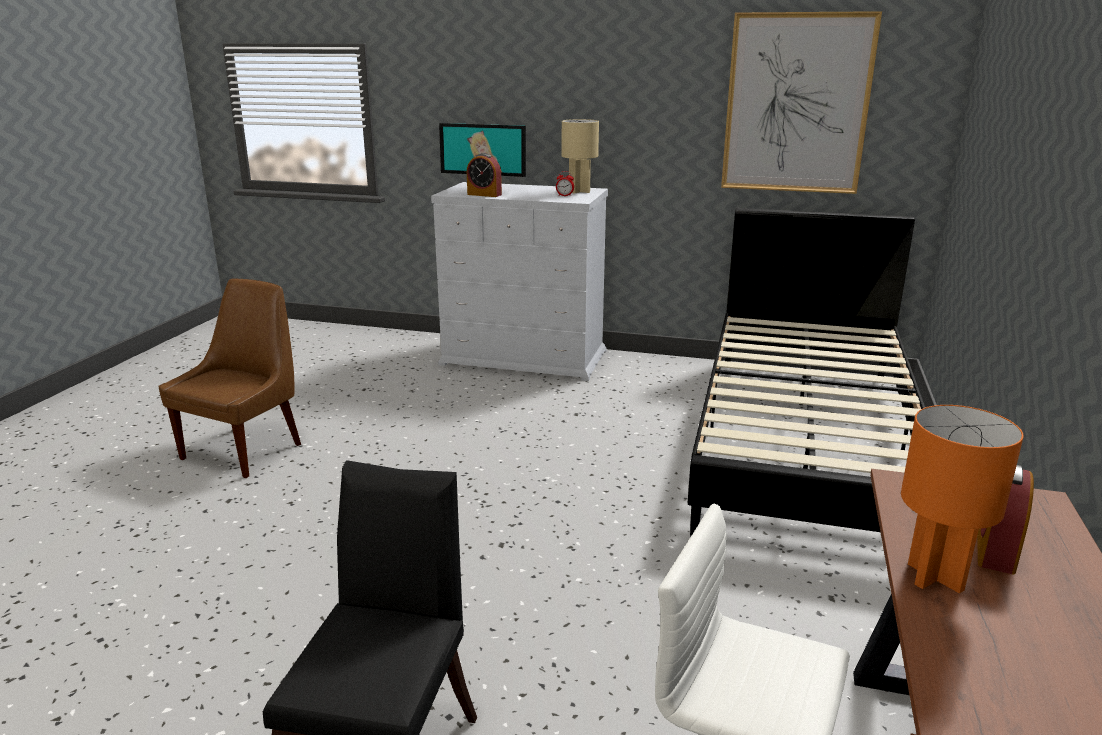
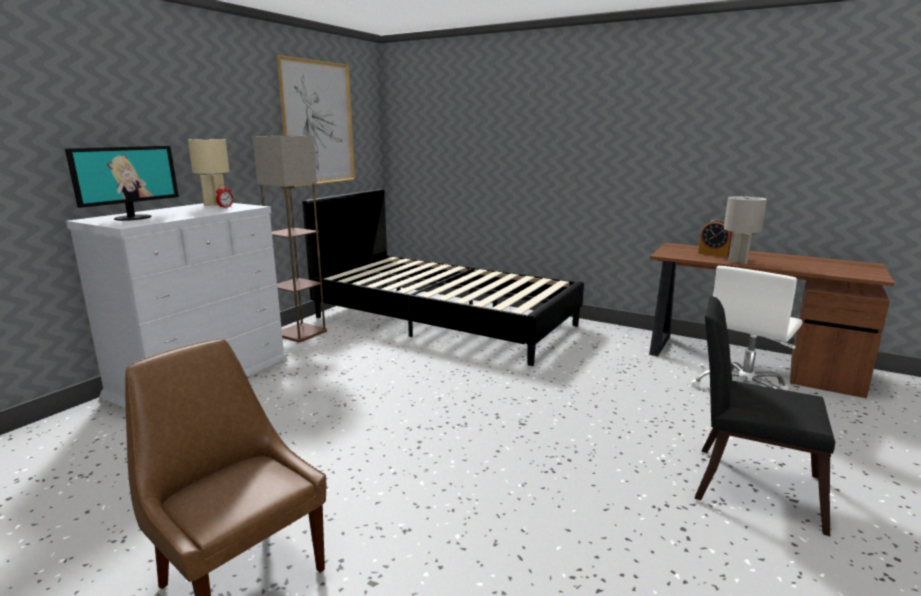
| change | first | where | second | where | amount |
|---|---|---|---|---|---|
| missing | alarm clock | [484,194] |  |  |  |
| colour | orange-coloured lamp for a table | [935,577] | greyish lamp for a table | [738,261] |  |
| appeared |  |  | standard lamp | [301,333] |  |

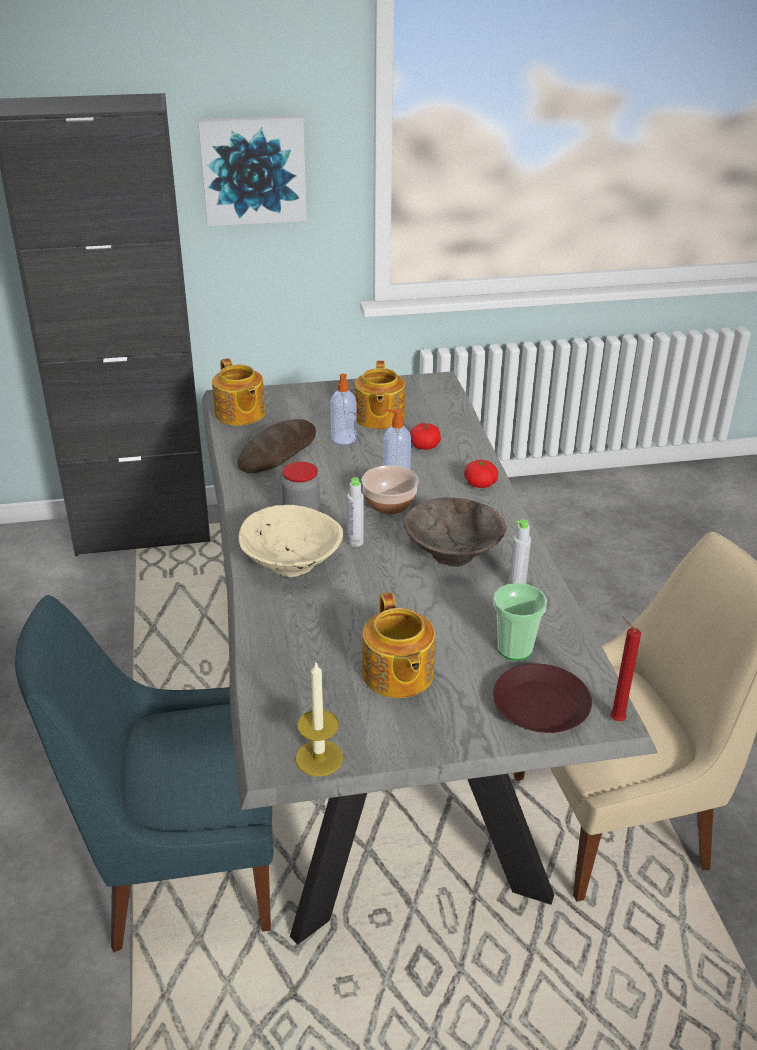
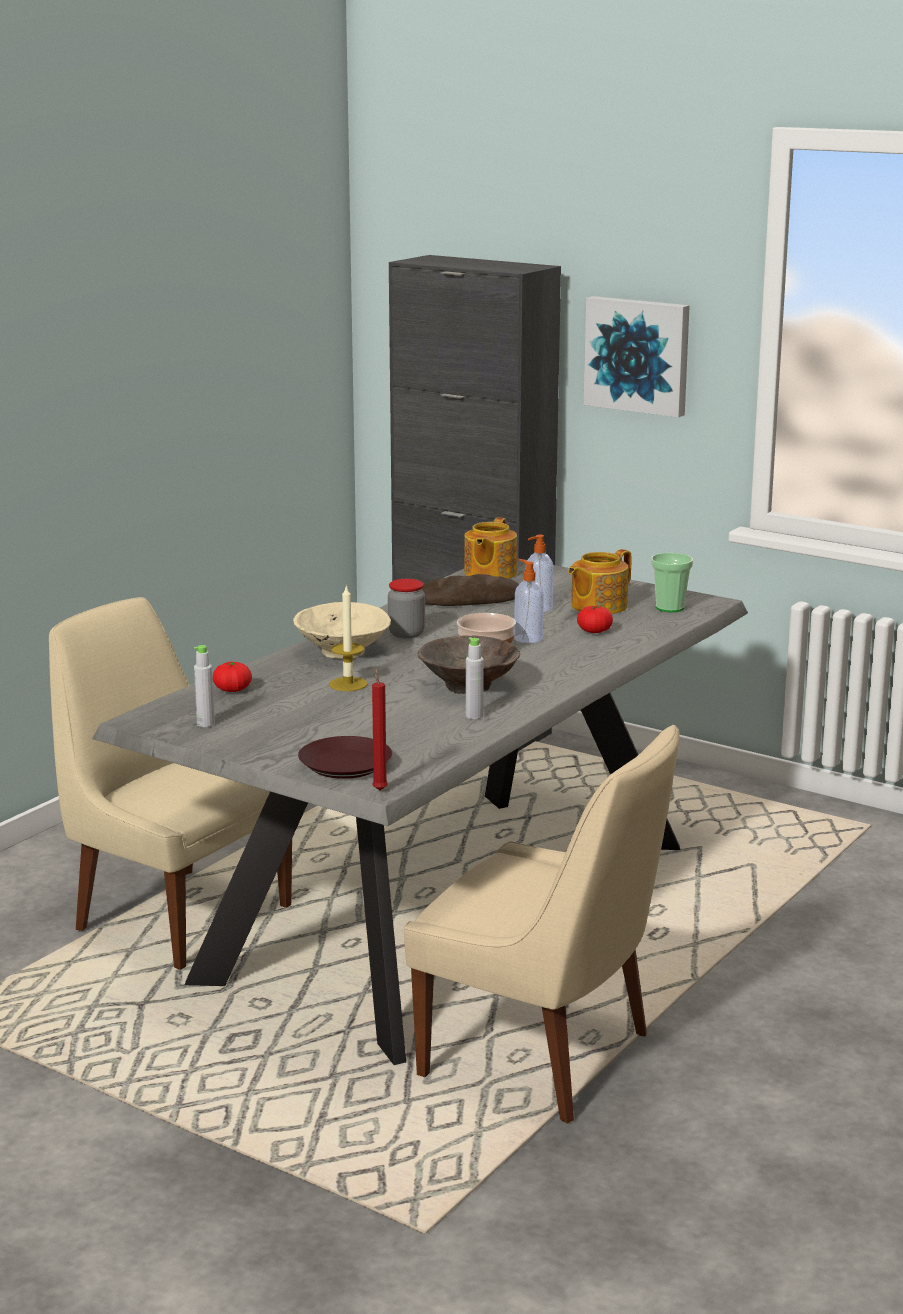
| change | first | where | second | where | amount |
|---|---|---|---|---|---|
| colour | bluish upright chair | [181,870] | sand-coloured upright chair | [177,916] |  |
| relocated | candle | [319,758] |  | [348,684] |  |
| relocated | greyish beverage bottle | [355,542] |  | [205,724] |  |
| missing | pot for tea | [397,675] |  |  |  |
| relocated | whole tomato | [480,484] |  | [232,690] |  |
| relocated | drinking cup | [514,649] |  | [669,608] |  |

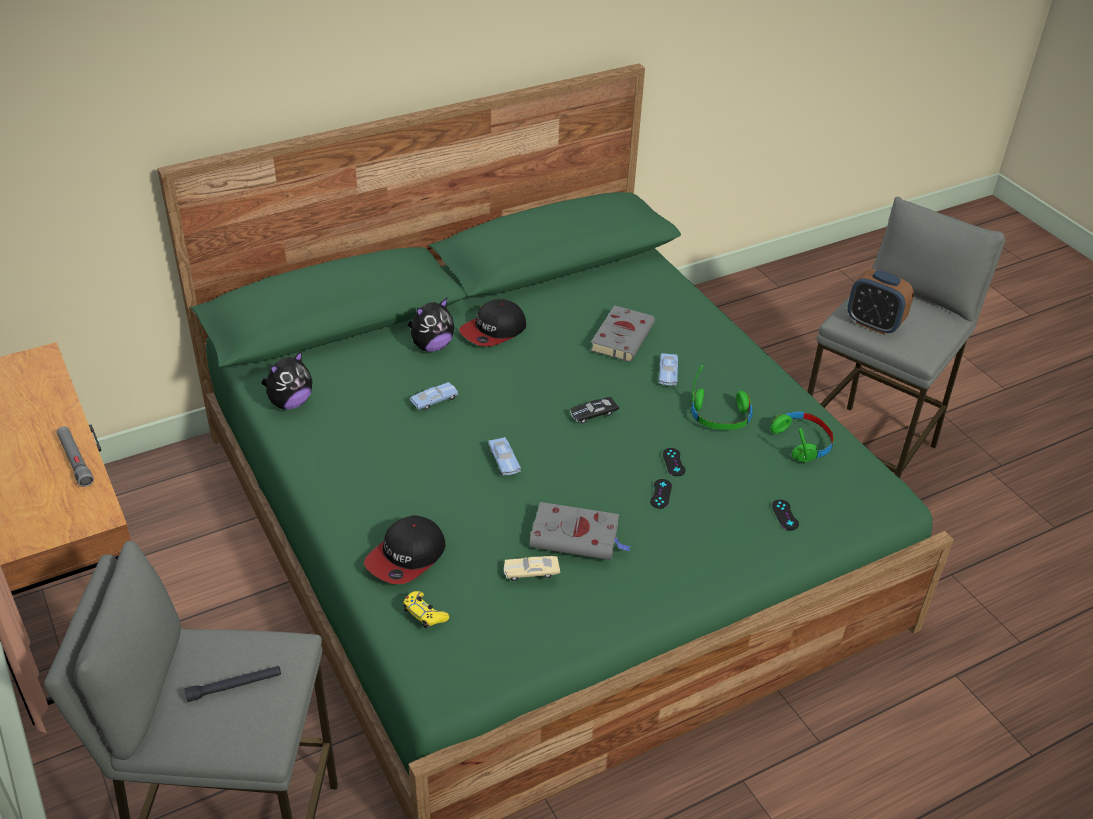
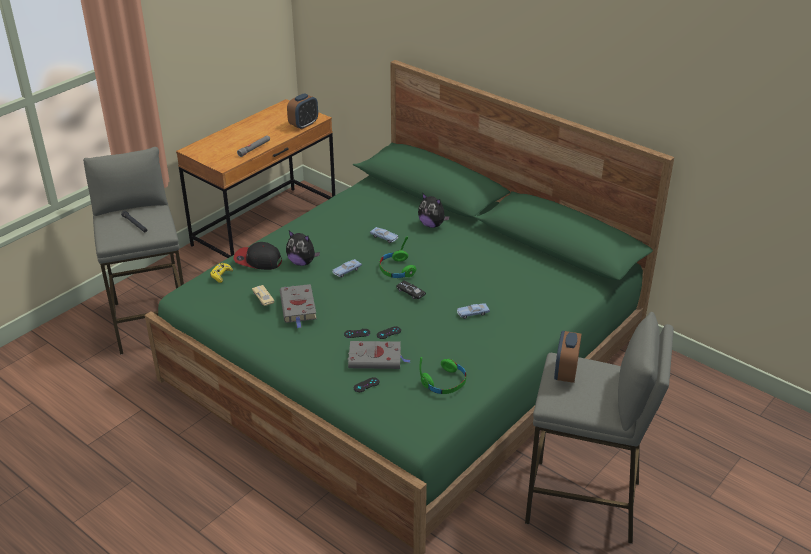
| change | first | where | second | where | amount |
|---|---|---|---|---|---|
| relocated | soft toy | [290,402] |  | [302,262] |  |
| missing | baseball cap | [493,331] |  |  |  |
| relocated | greyish bound book | [622,336] |  | [376,358] |  |
| relocated | green headset | [720,416] |  | [396,270] |  |
| appeared |  |  | alarm clock | [303,125] |  |

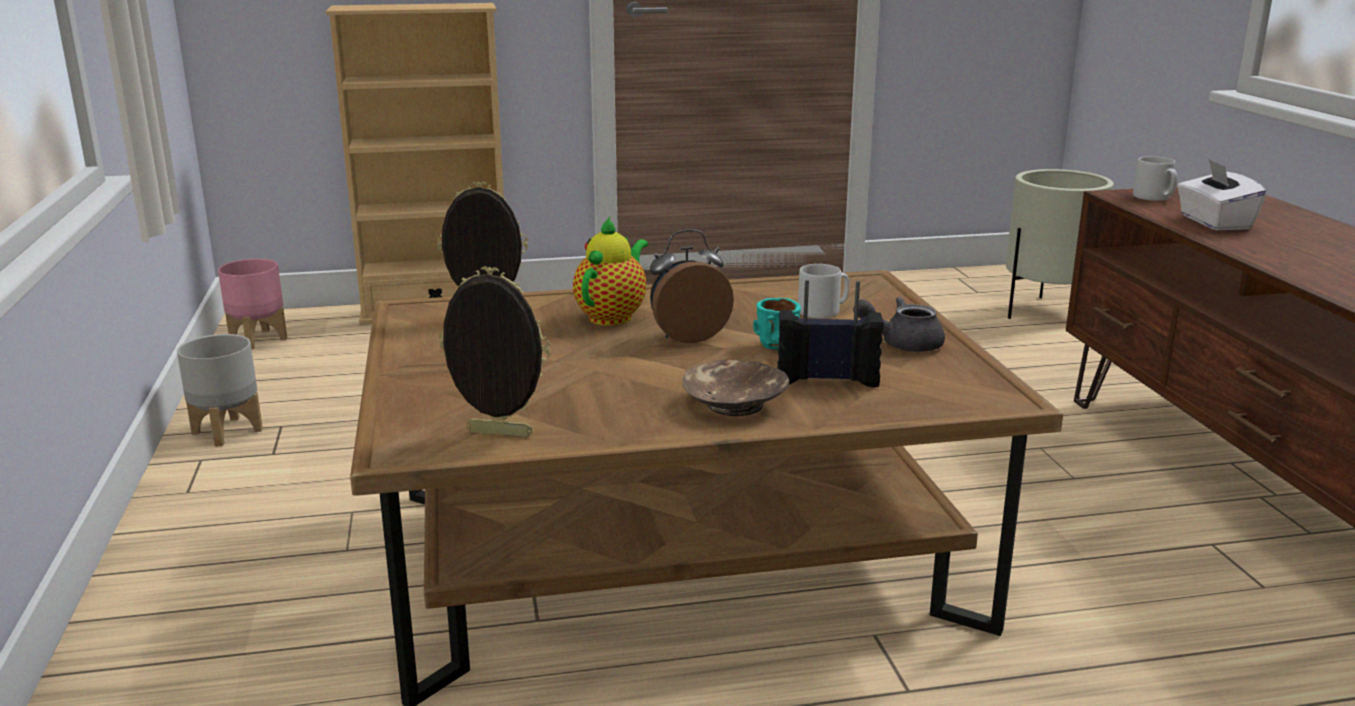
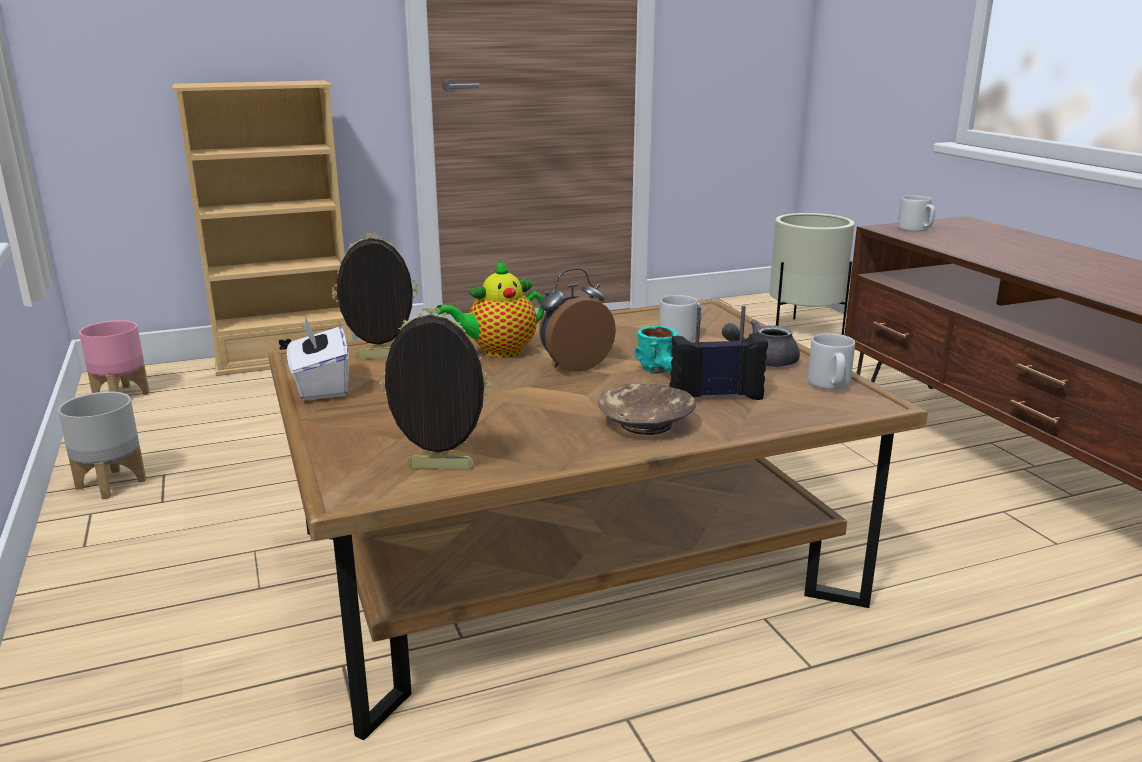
| change | first | where | second | where | amount |
|---|---|---|---|---|---|
| spun | pot for tea | [613,316] |  | [498,351] | 135 degrees counterclockwise |
| relocated | white-coloured box of tissues | [1214,222] |  | [321,386] |  |
| appeared |  |  | greyish mug | [830,384] |  |

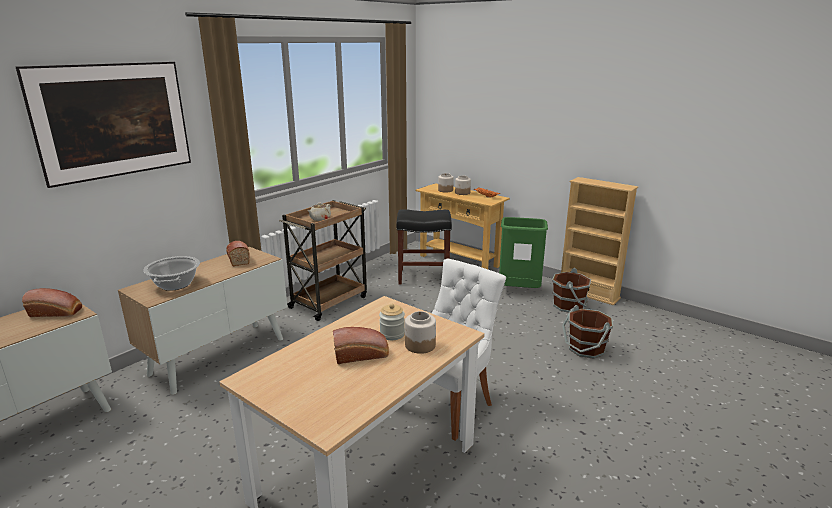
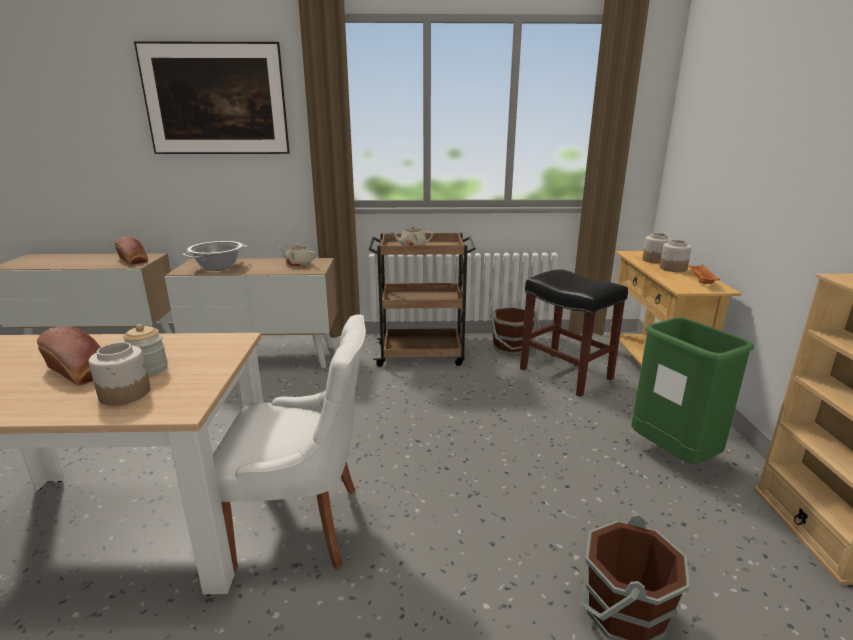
| change | first | where | second | where | amount |
|---|---|---|---|---|---|
| exchanged | bread | [238,259] | sand-coloured pot for tea | [298,264] |  |
| relocated | brown bucket | [569,306] |  | [511,347] |  |

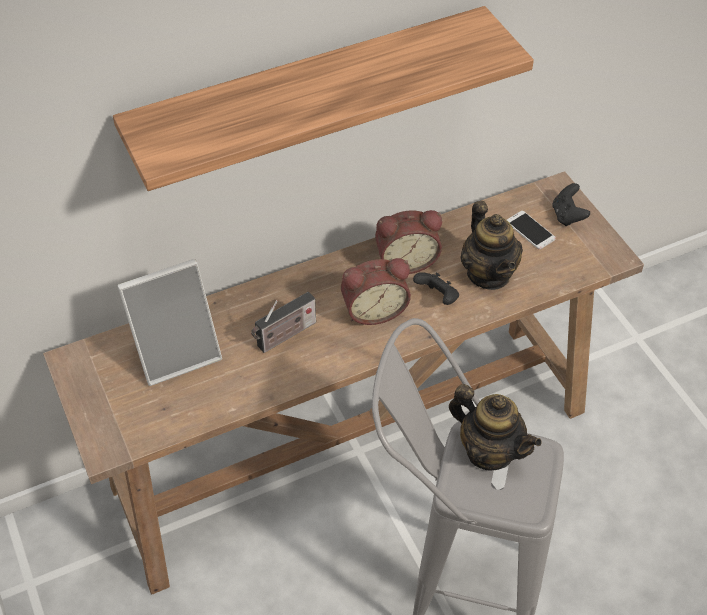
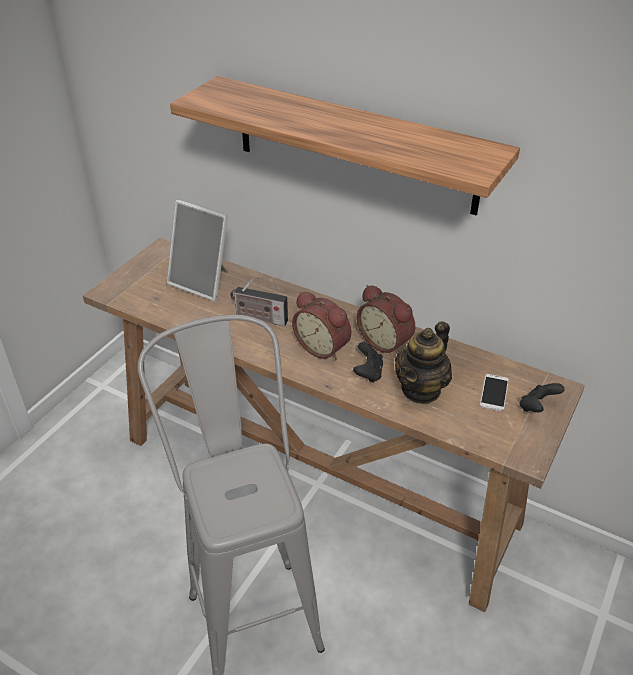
| change | first | where | second | where | amount |
|---|---|---|---|---|---|
| missing | pot for tea | [489,451] |  |  |  |

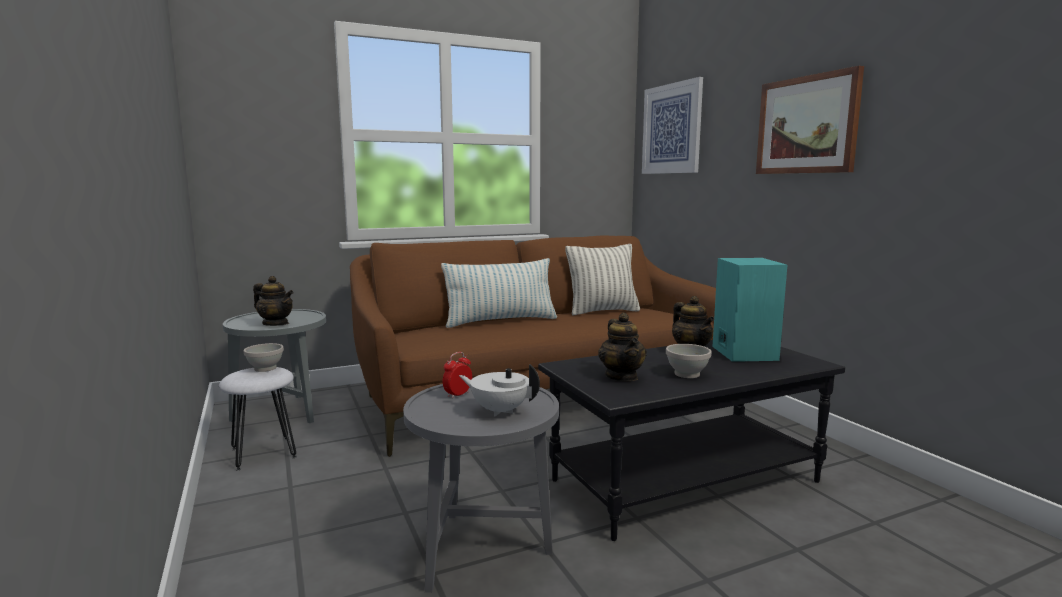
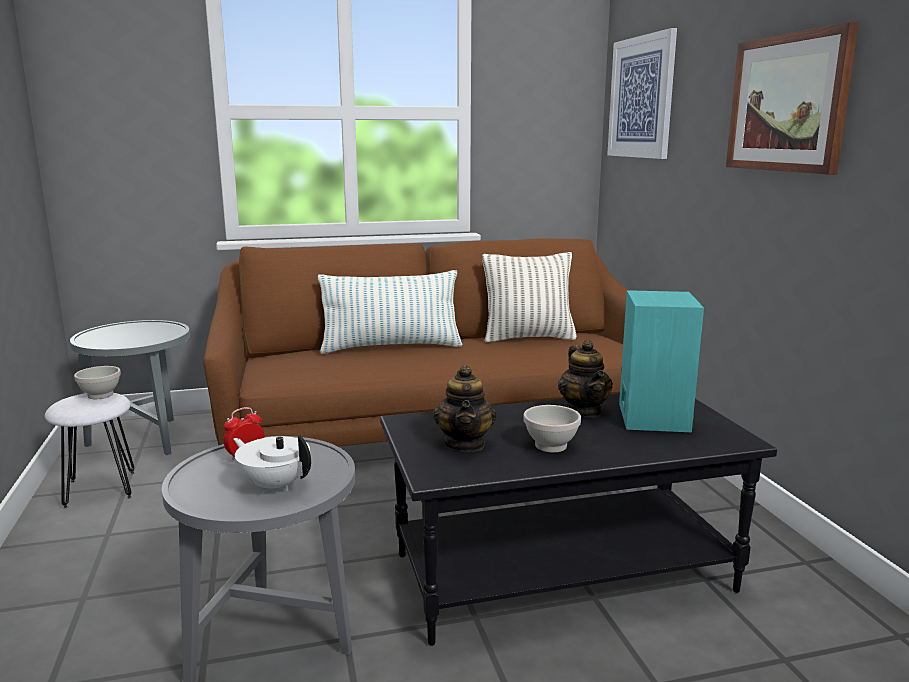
| change | first | where | second | where | amount |
|---|---|---|---|---|---|
| missing | pot for tea | [276,324] |  |  |  |

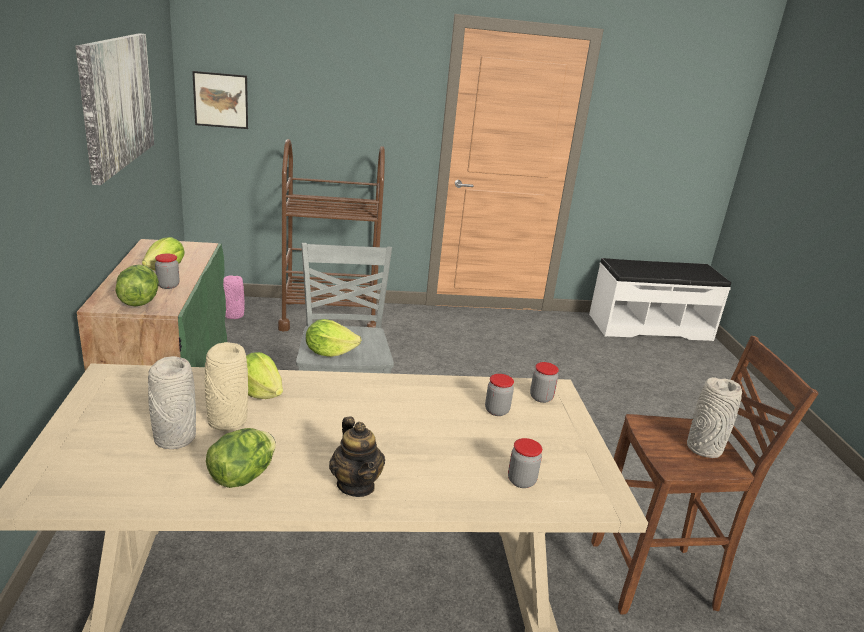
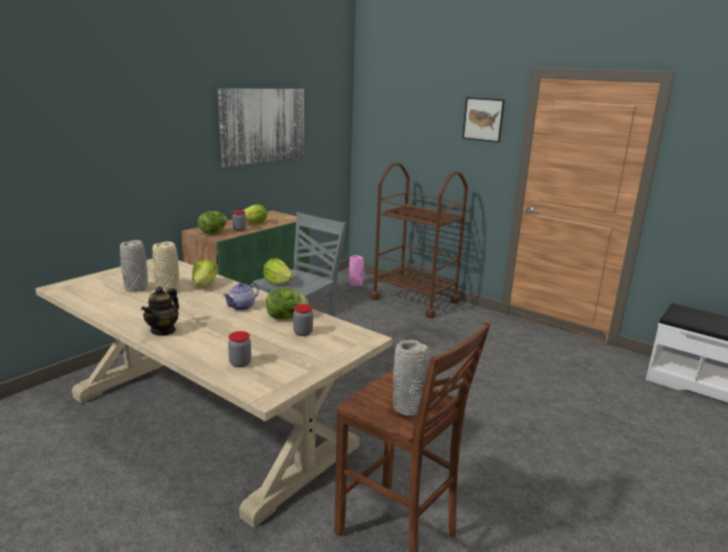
| change | first | where | second | where | amount |
|---|---|---|---|---|---|
| relocated | picture | [221,100] |  | [483,119] |  |
| relocated | lettuce | [242,476] |  | [285,317] |  |
| missing | storage jar | [541,397] |  |  |  |
| appeared |  |  | pot for tea | [241,307] |  |

